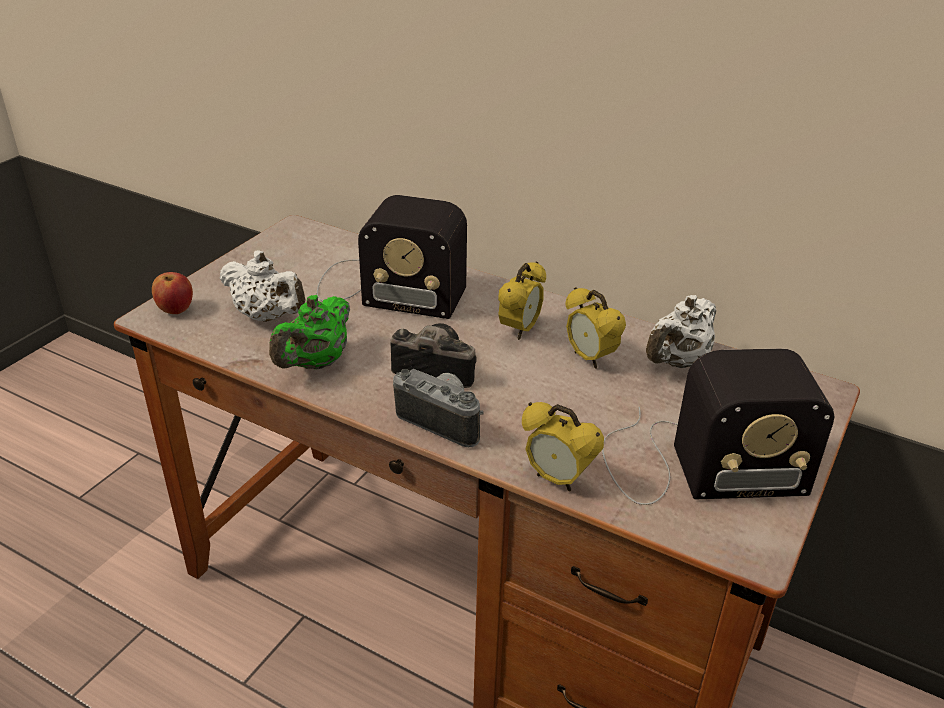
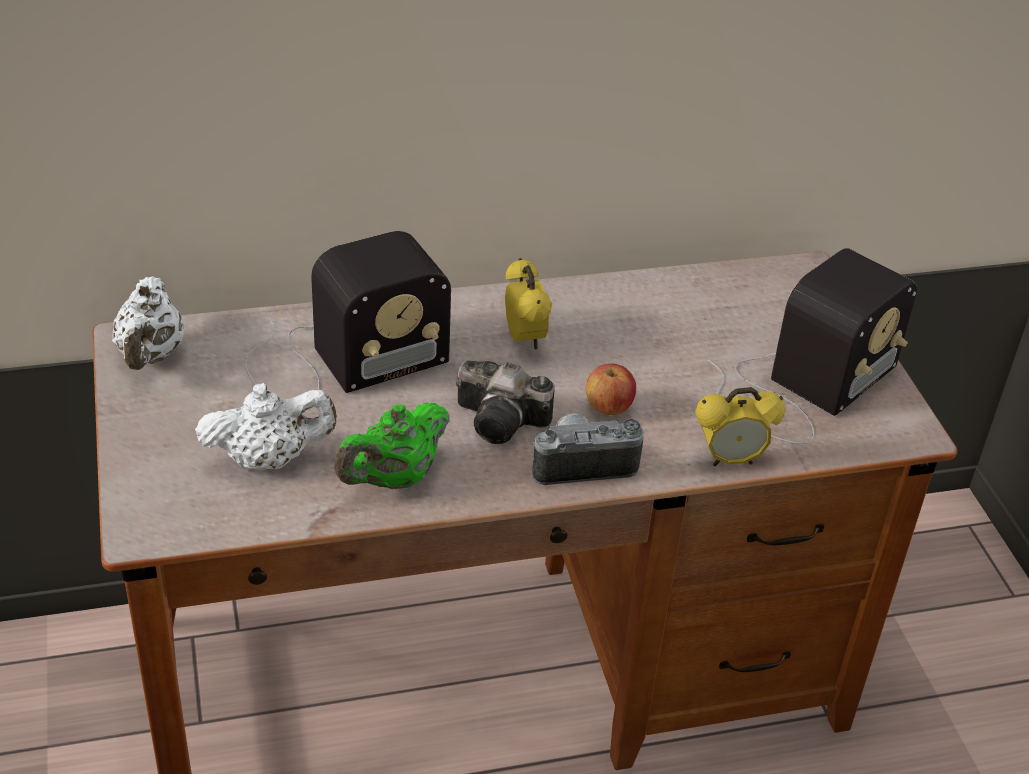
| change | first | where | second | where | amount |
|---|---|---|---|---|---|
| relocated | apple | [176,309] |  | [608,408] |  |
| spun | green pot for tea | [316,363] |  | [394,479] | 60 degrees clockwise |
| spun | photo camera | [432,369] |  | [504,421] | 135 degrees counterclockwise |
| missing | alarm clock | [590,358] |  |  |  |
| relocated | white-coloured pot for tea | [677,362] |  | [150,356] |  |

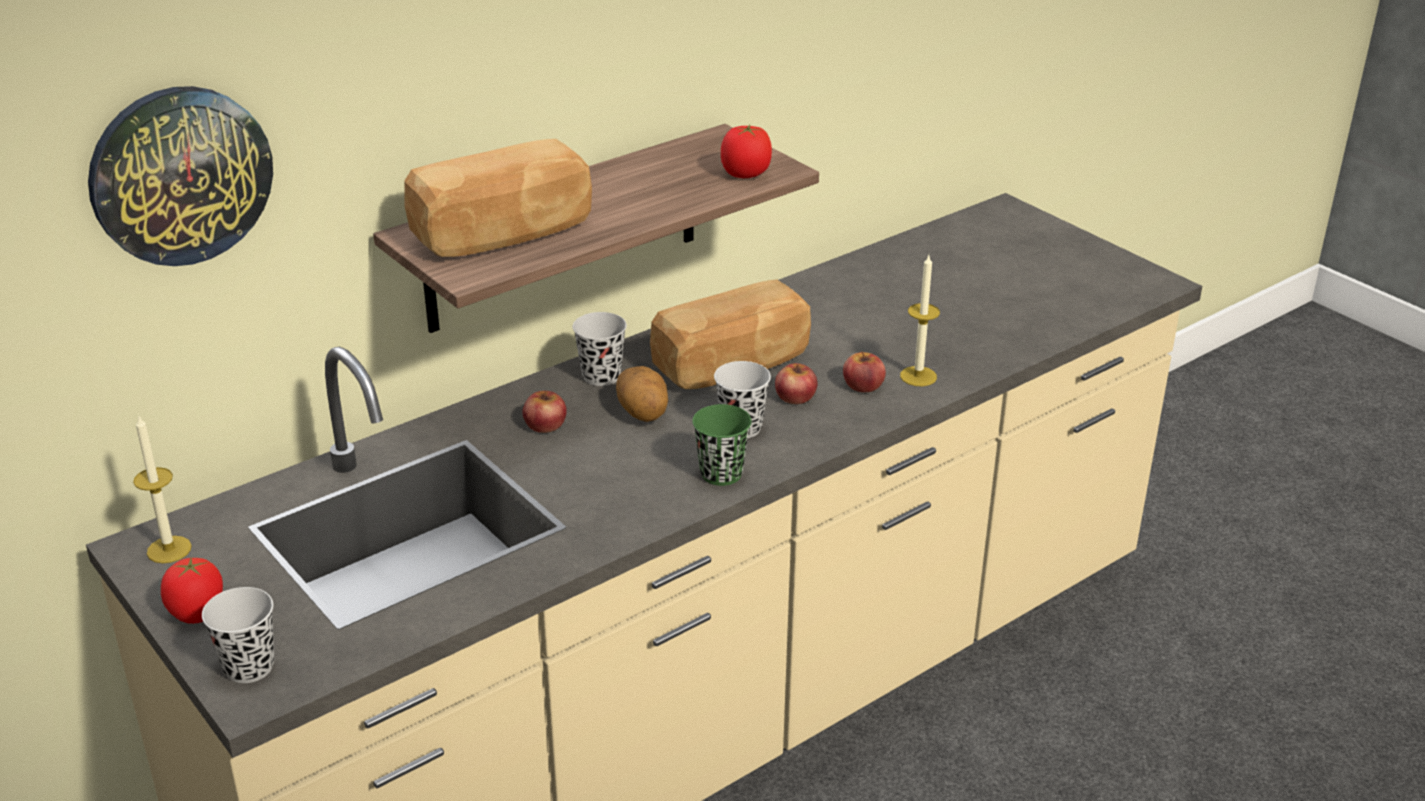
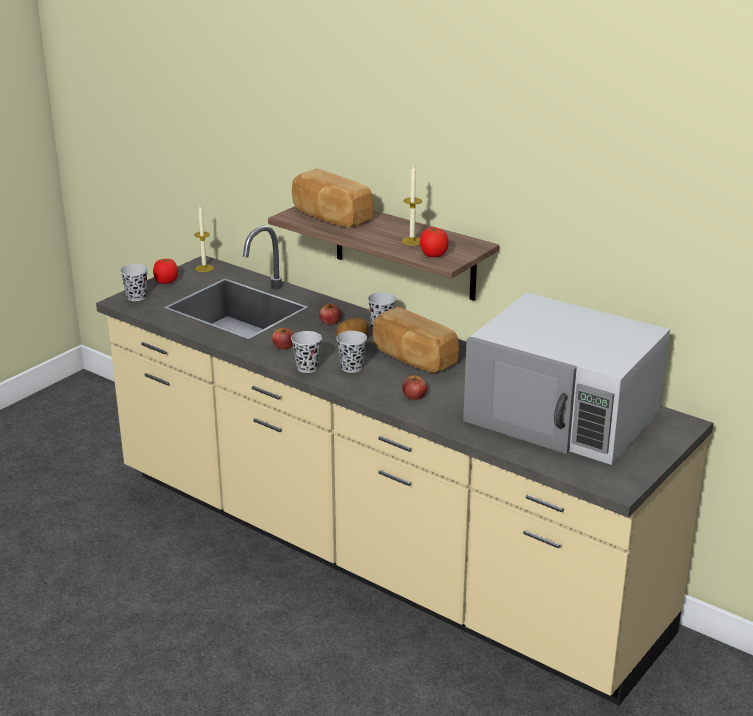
| change | first | where | second | where | amount |
|---|---|---|---|---|---|
| missing | wall clock | [180,175] |  |  |  |
| colour | green drinking cup | [721,474] | black-coloured drinking cup | [307,368] |  |
| relocated | apple | [795,396] |  | [283,346] |  |
| relocated | candle | [918,376] |  | [412,241] |  |
| appeared |  |  | white-coloured microwave oven | [564,415] |  |

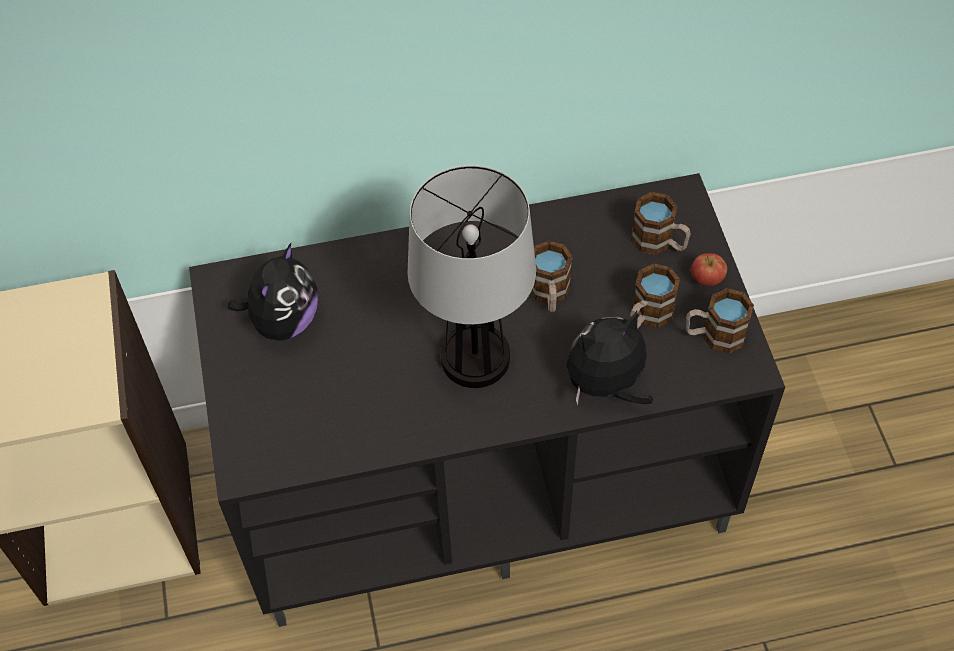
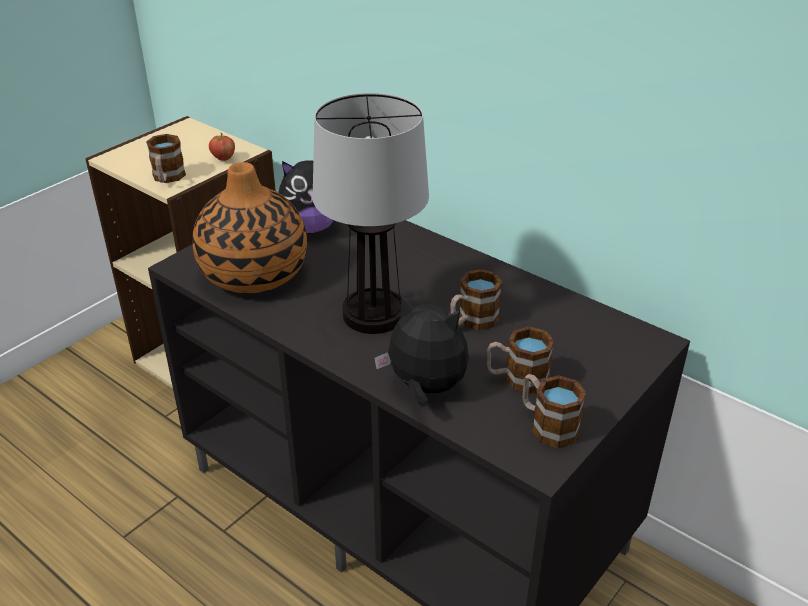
| change | first | where | second | where | amount |
|---|---|---|---|---|---|
| relocated | mug | [659,242] |  | [167,178] |  |
| relocated | apple | [707,279] |  | [223,158] |  |
| appeared |  |  | vase | [254,273] |  |

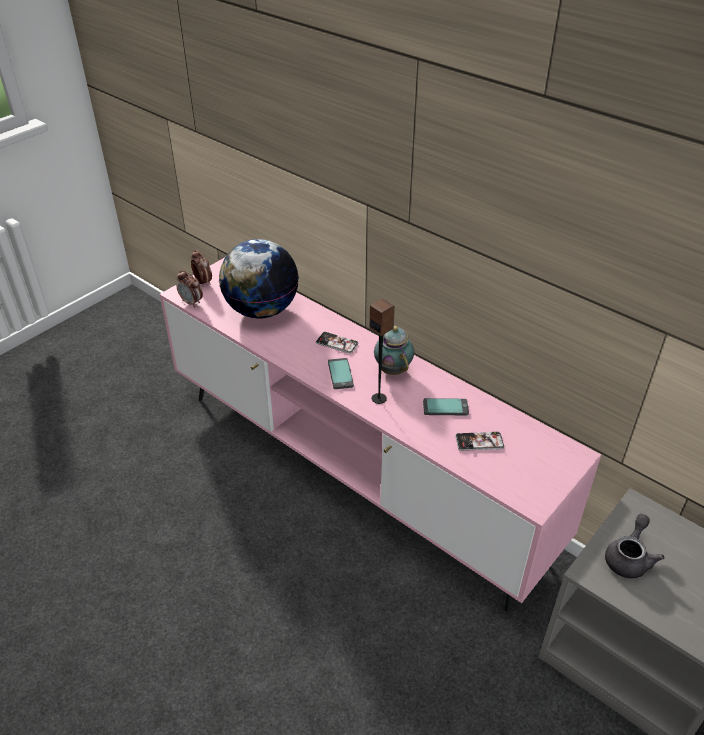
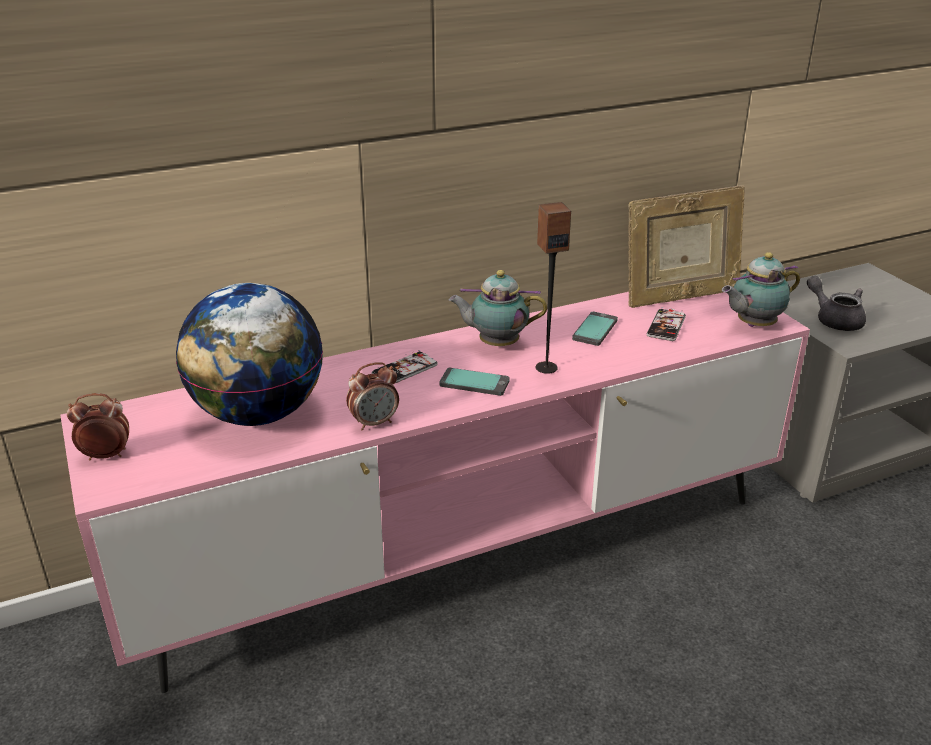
| change | first | where | second | where | amount |
|---|---|---|---|---|---|
| relocated | alarm clock | [191,302] |  | [374,423] |  |
| appeared |  |  | picture frame | [679,297] |  |
| appeared |  |  | pot for tea | [753,325] |  |

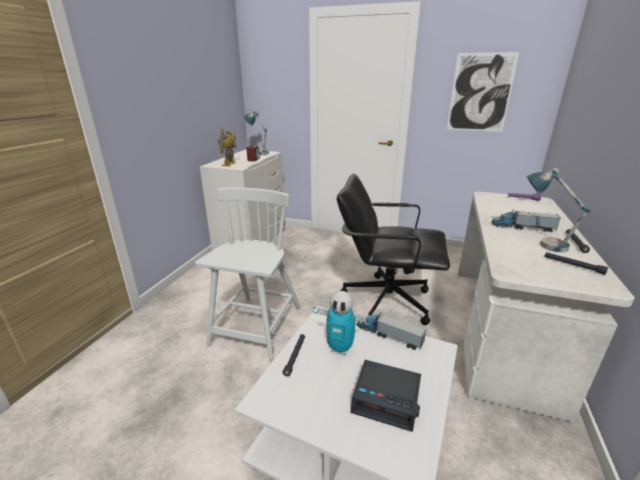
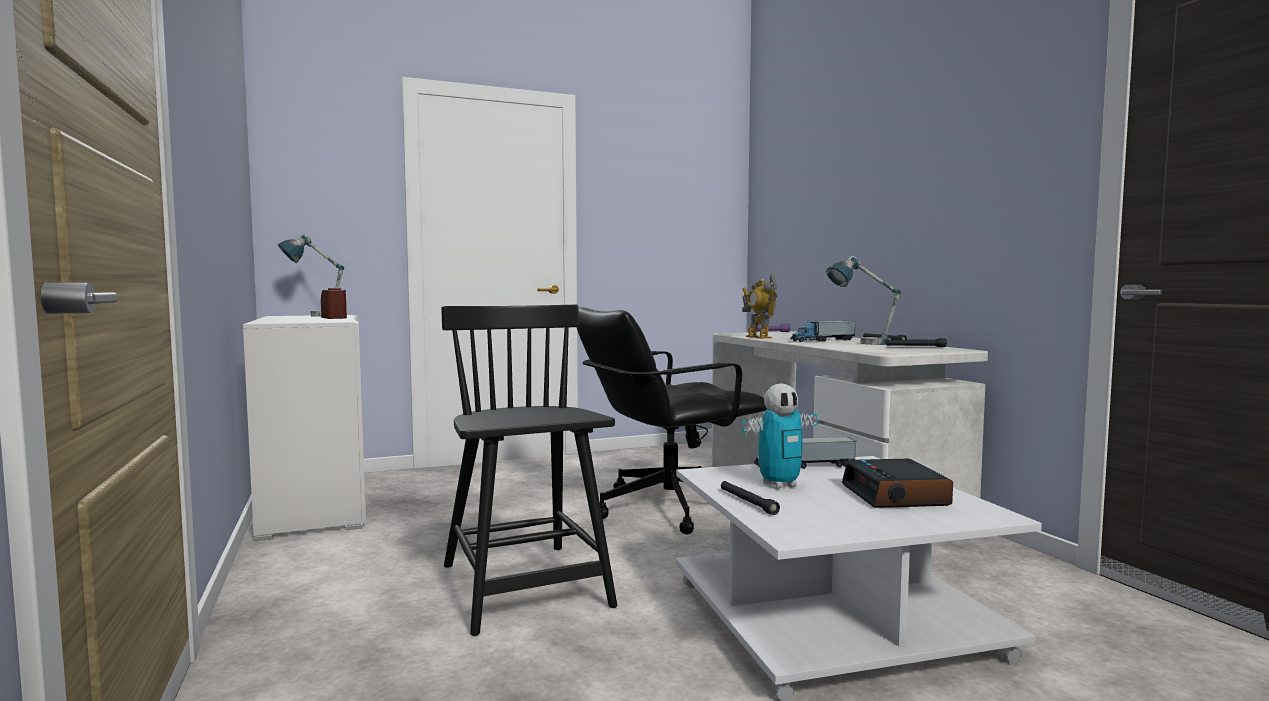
| change | first | where | second | where | amount |
|---|---|---|---|---|---|
| colour | white-coloured upright chair | [257,327] | black-coloured upright chair | [525,587] |  |
| relocated | robot figure | [229,164] |  | [758,337] |  |
| spun | alarm clock | [387,399] |  | [896,495] | 105 degrees clockwise |
| missing | picture | [480,93] |  |  |  |

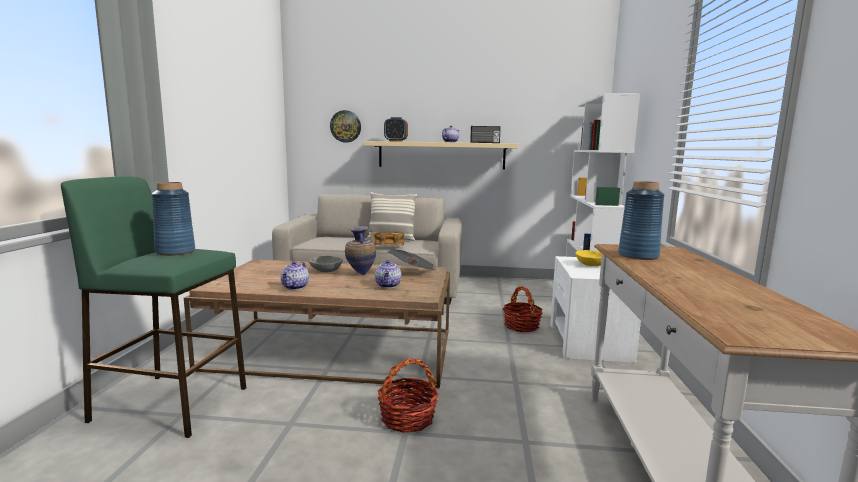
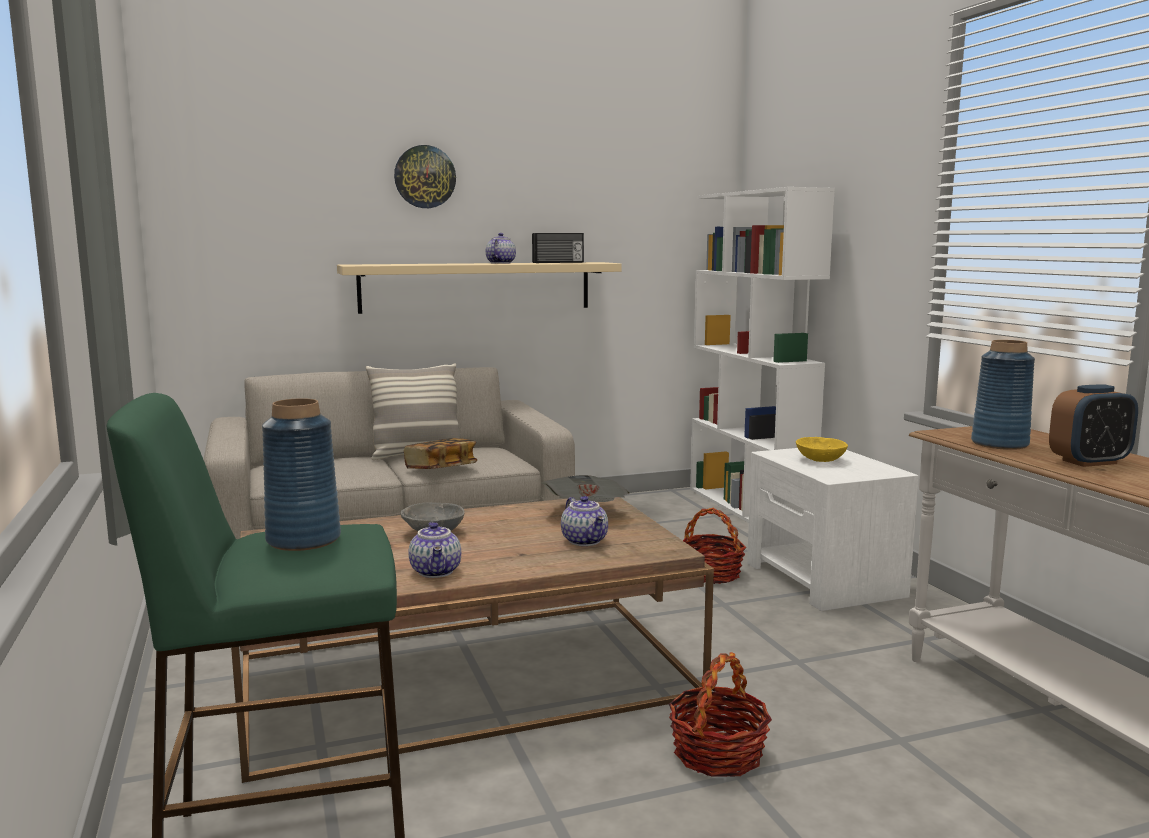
| change | first | where | second | where | amount |
|---|---|---|---|---|---|
| relocated | wall clock | [345,126] |  | [425,177] |  |
| missing | vase | [360,275] |  |  |  |
| relocated | alarm clock | [396,141] |  | [1089,462] |  |

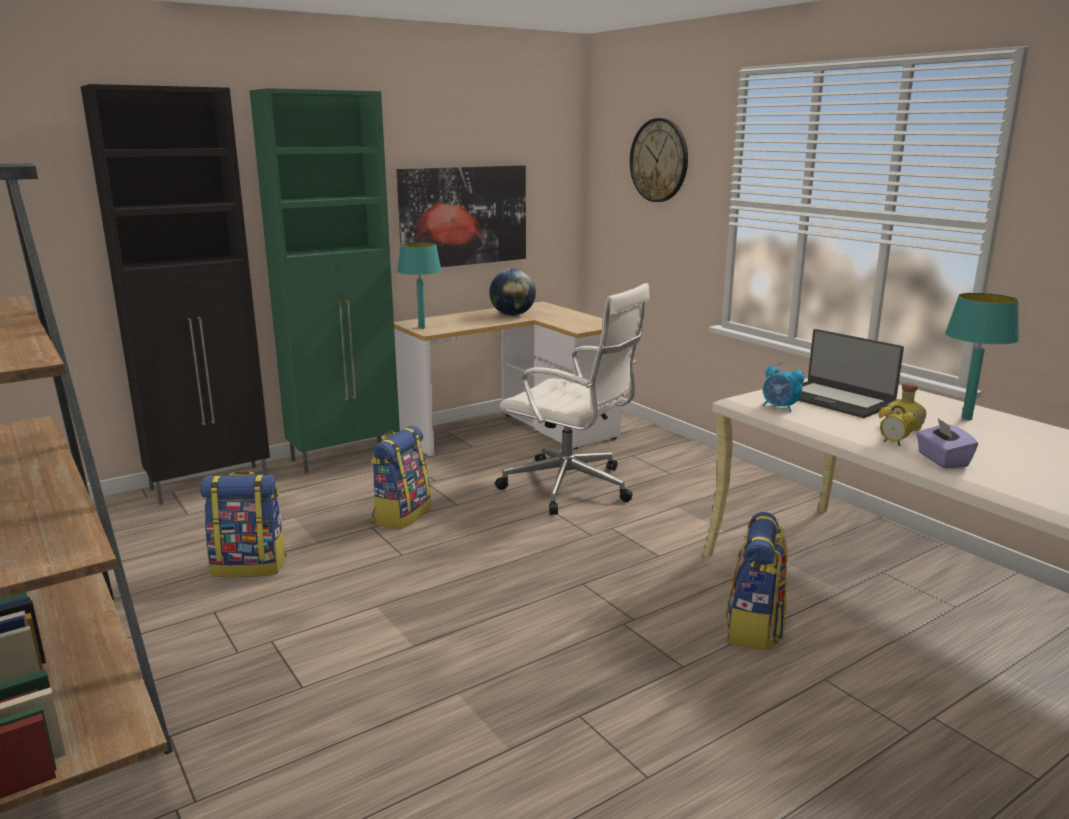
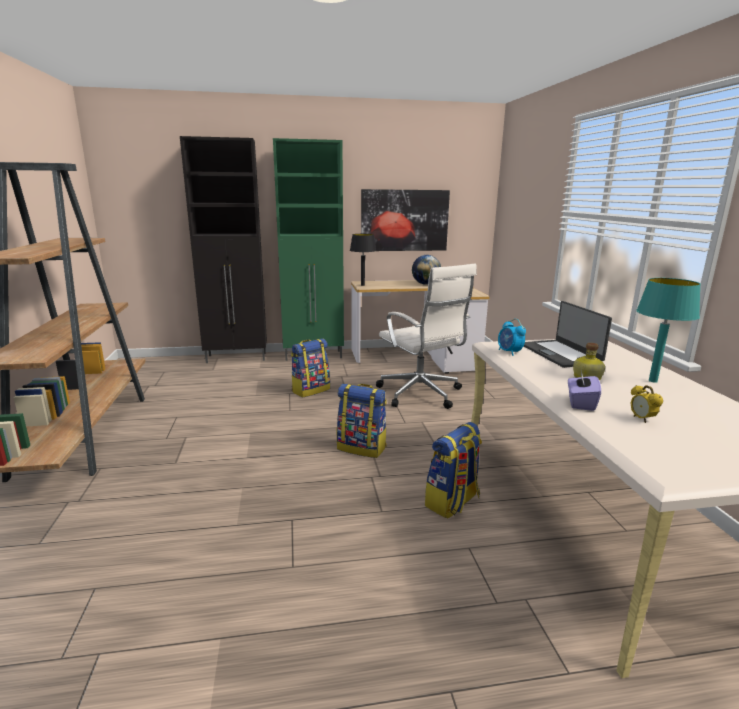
| change | first | where | second | where | amount |
|---|---|---|---|---|---|
| relocated | rucksack | [250,566] |  | [362,448] |  |
| colour | turquoise-coloured lamp for a table | [422,327] | black-coloured lamp for a table | [363,285] |  |
| missing | wall clock | [659,160] |  |  |  |
| relocated | alarm clock | [893,443] |  | [641,419] |  |

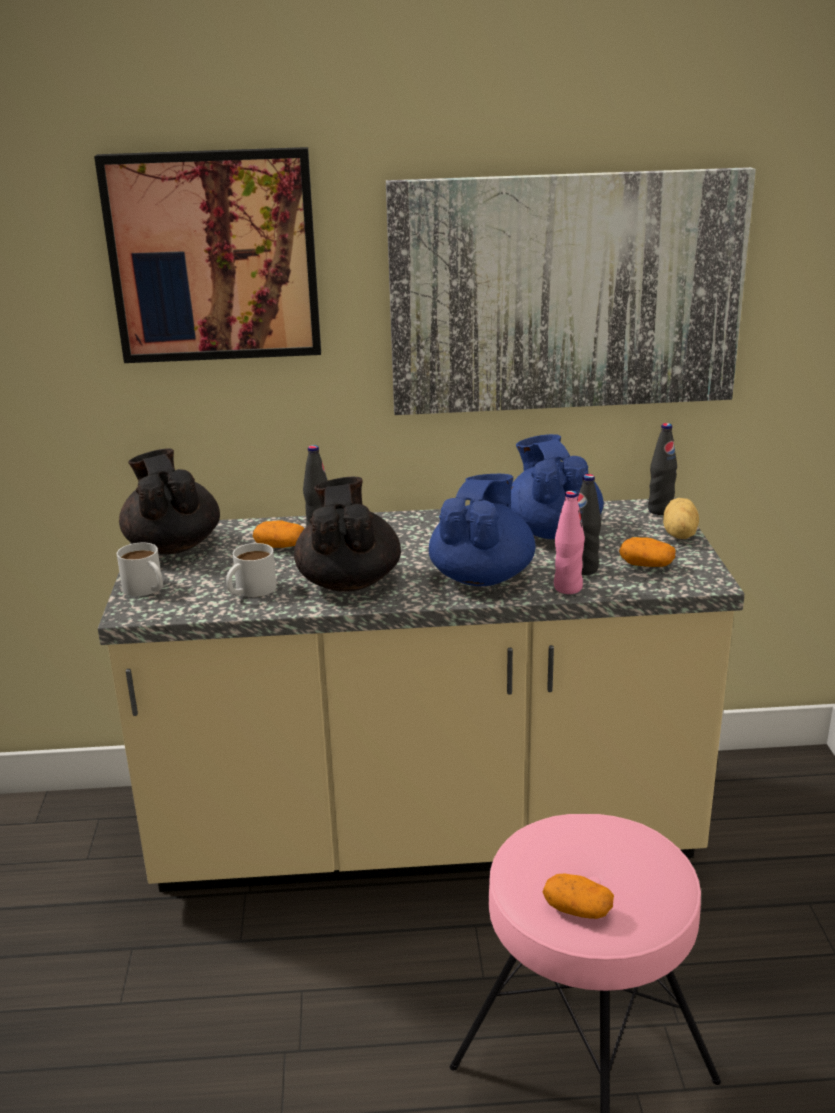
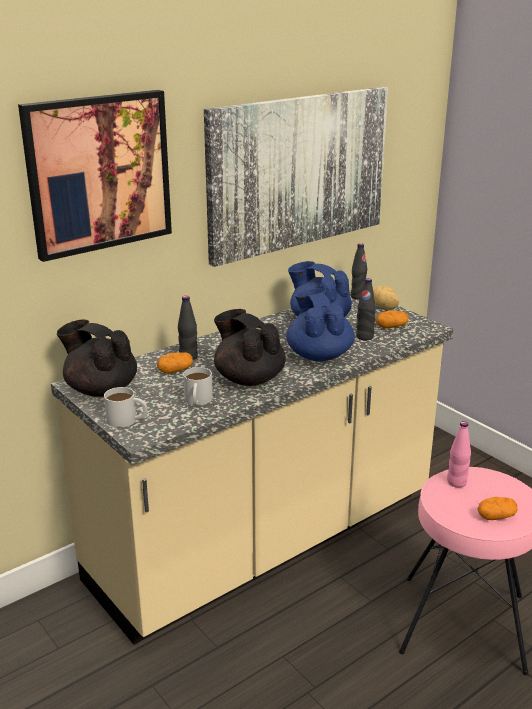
| change | first | where | second | where | amount |
|---|---|---|---|---|---|
| relocated | pink beverage bottle | [567,588] |  | [456,482] |  |

